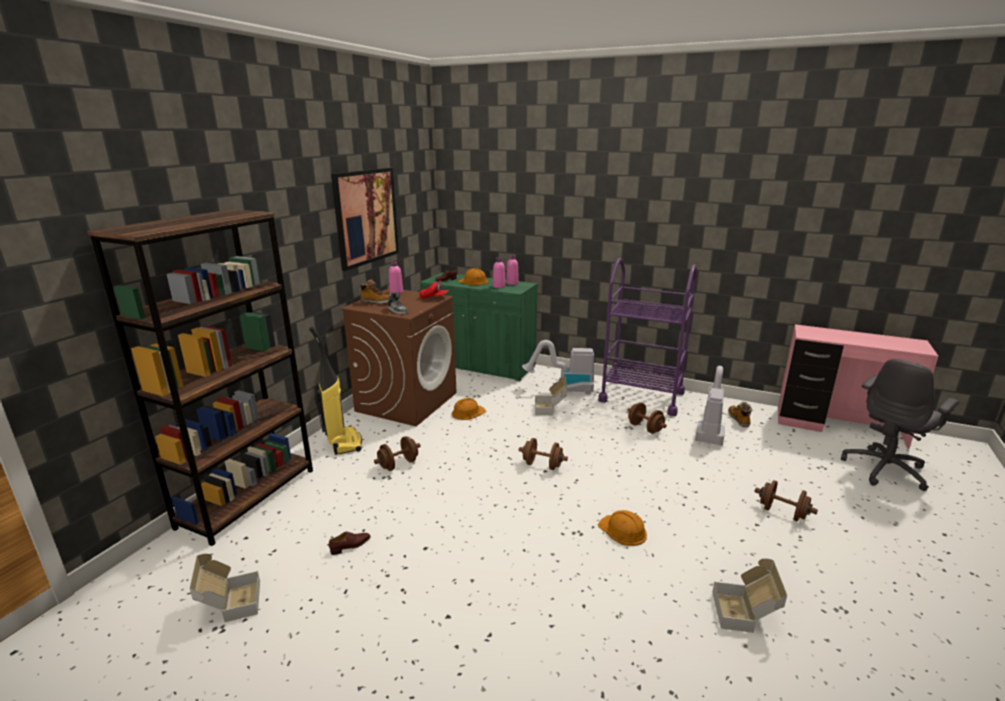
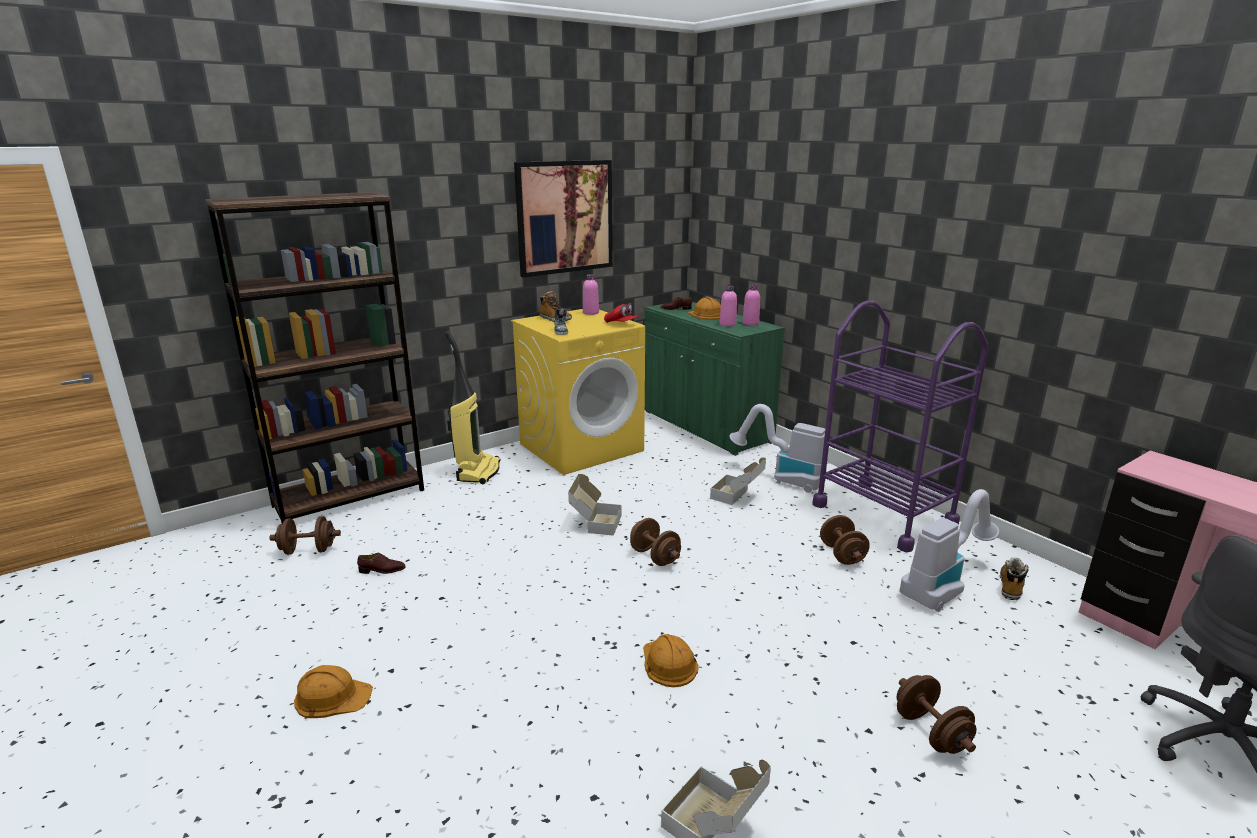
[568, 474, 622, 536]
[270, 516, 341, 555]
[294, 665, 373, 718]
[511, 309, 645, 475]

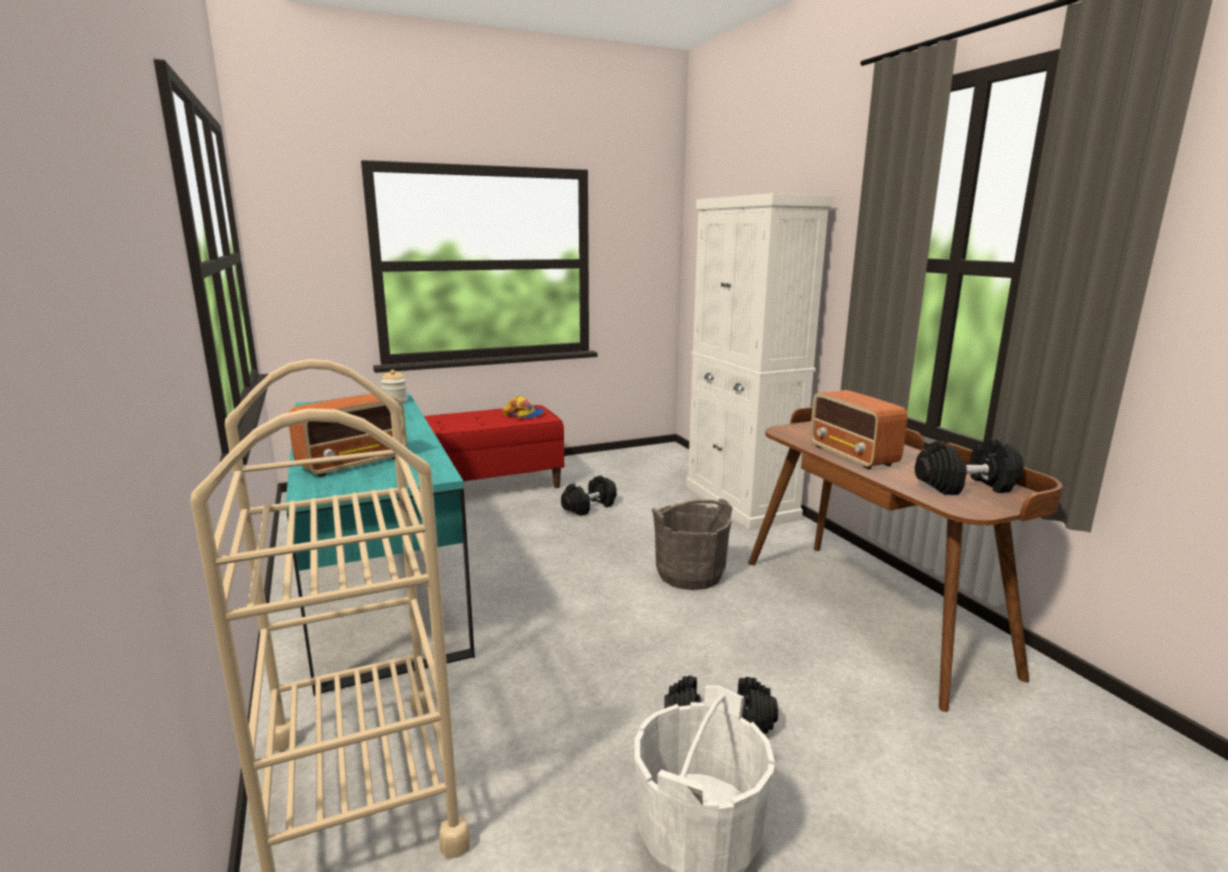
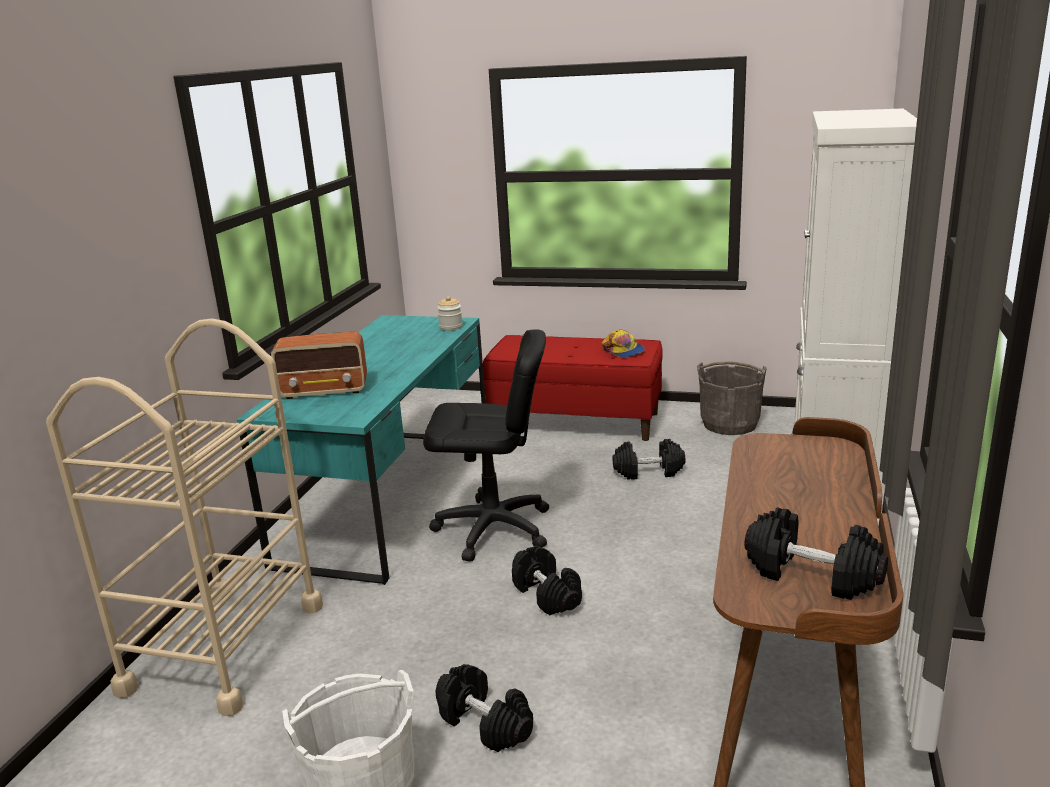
[810, 390, 907, 469] (first image)
[423, 329, 549, 562]
[512, 545, 582, 615]
[697, 361, 767, 435]

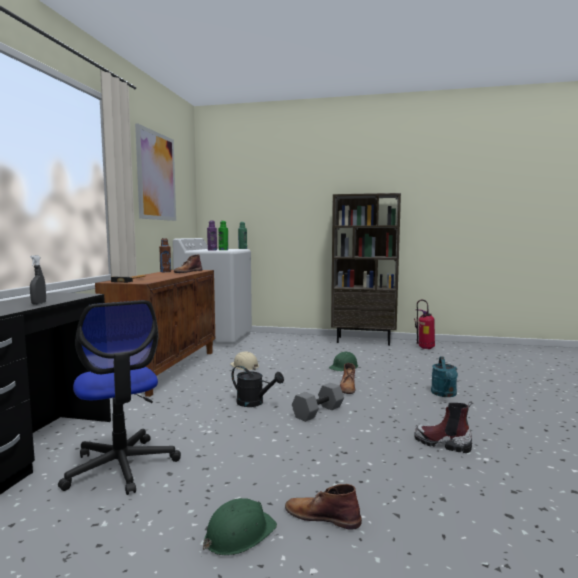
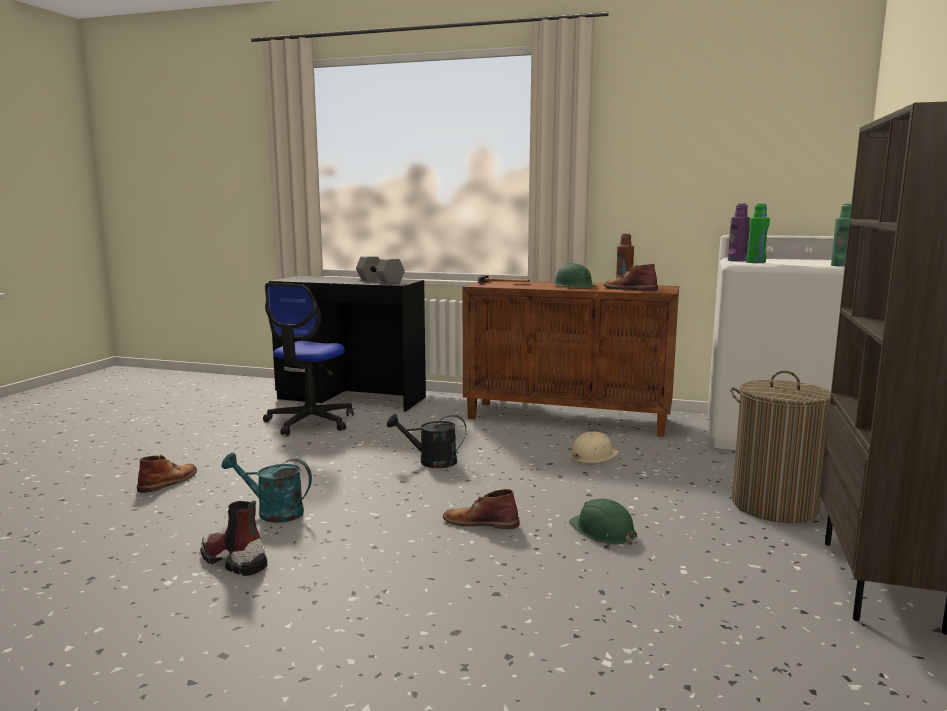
[30, 255, 46, 305] (first image)
[135, 124, 176, 221] (first image)
[414, 300, 435, 349] (first image)
[730, 371, 831, 523]
[554, 263, 598, 288]
[356, 256, 405, 284]
[221, 452, 312, 523]
[263, 283, 354, 435]
[387, 414, 466, 468]
[200, 500, 267, 576]

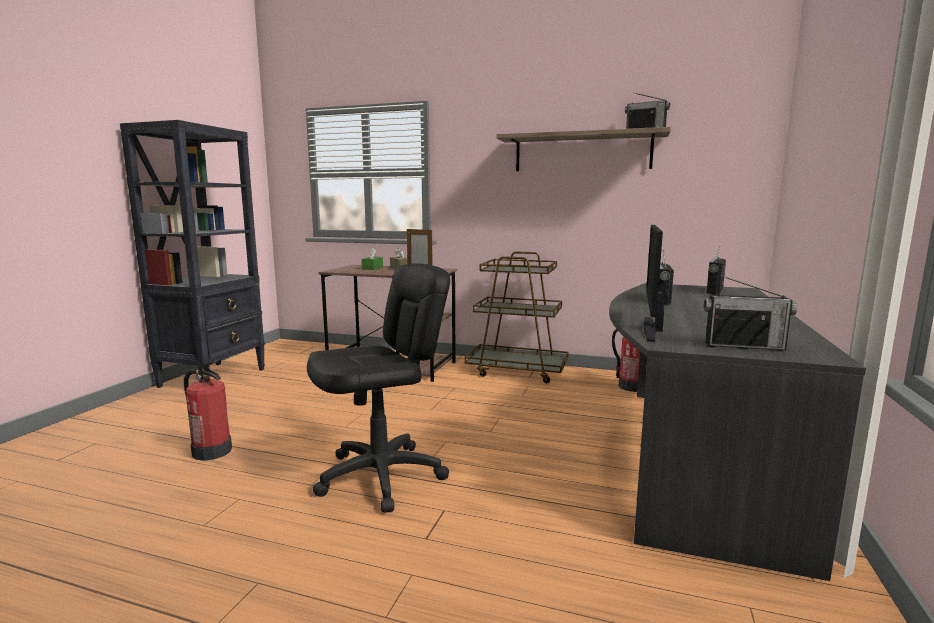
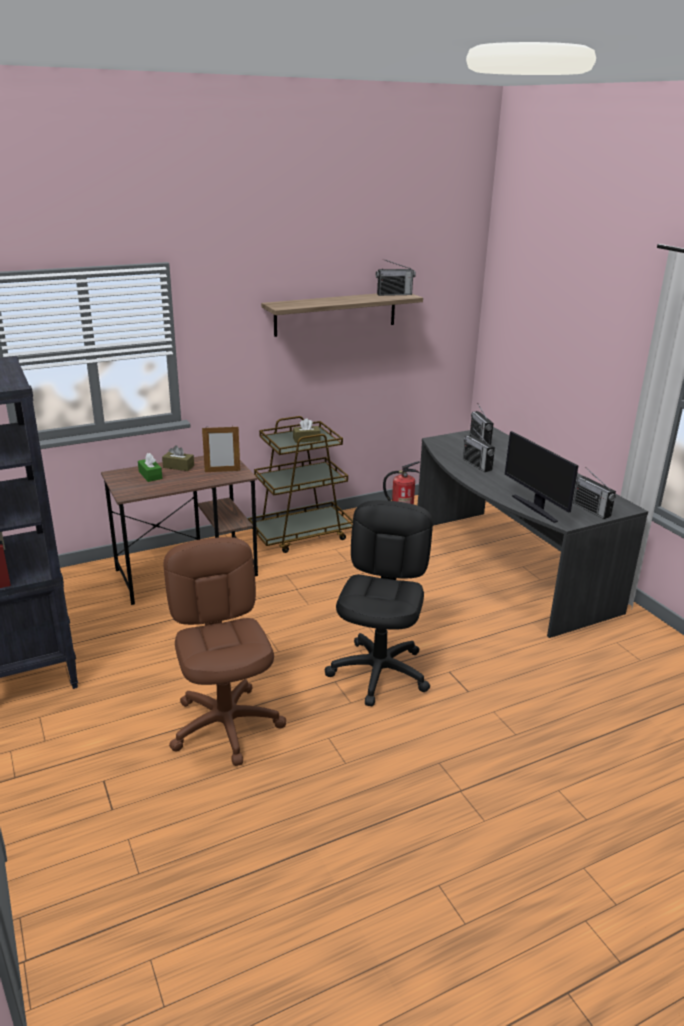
[293, 418, 321, 443]
[164, 537, 286, 766]
[573, 467, 616, 519]

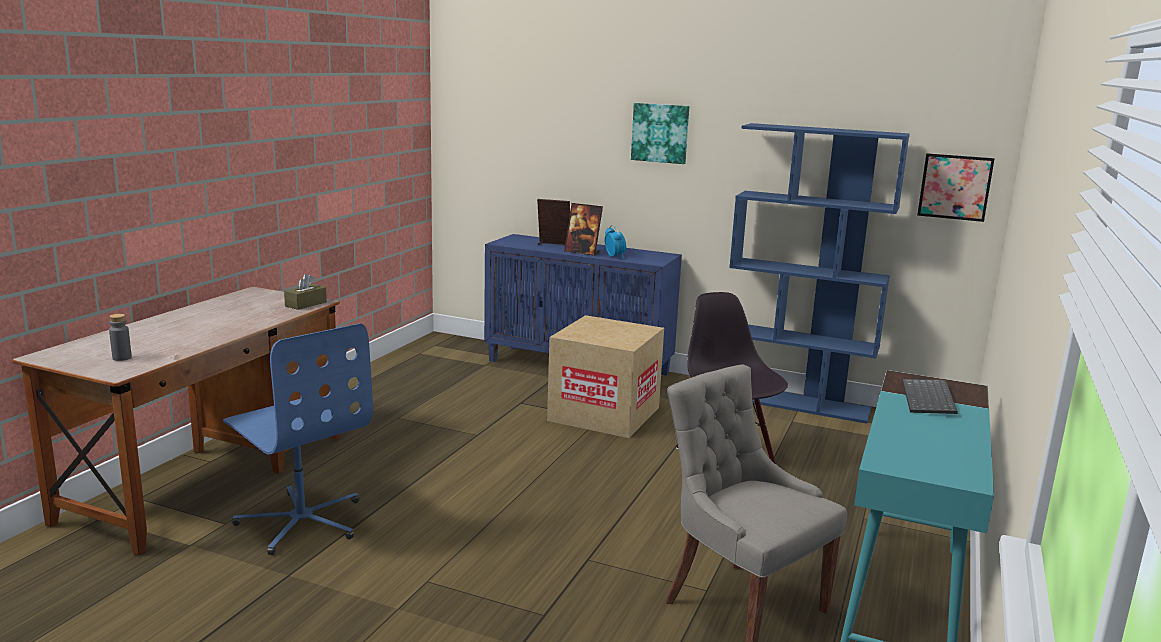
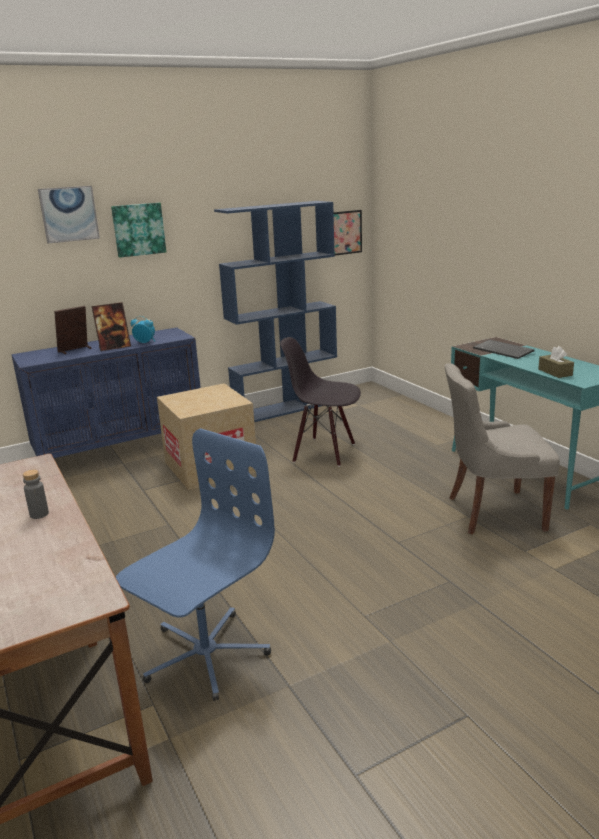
[38, 186, 100, 243]
[23, 470, 49, 519]
[538, 346, 574, 378]
[116, 428, 275, 701]

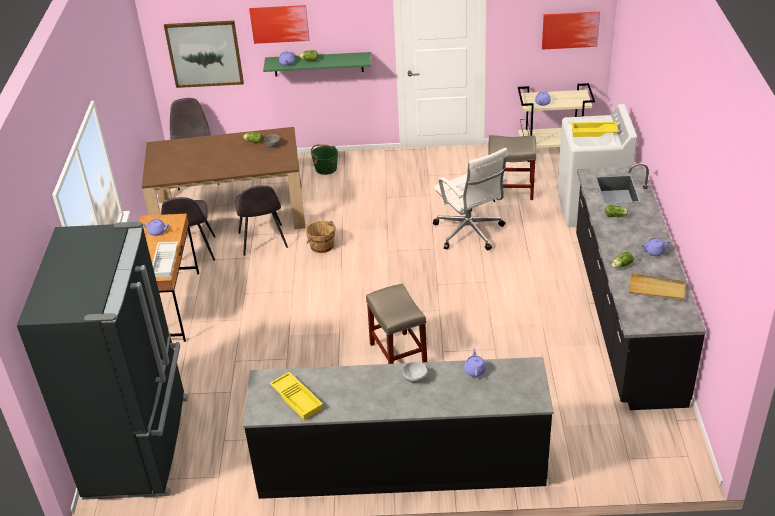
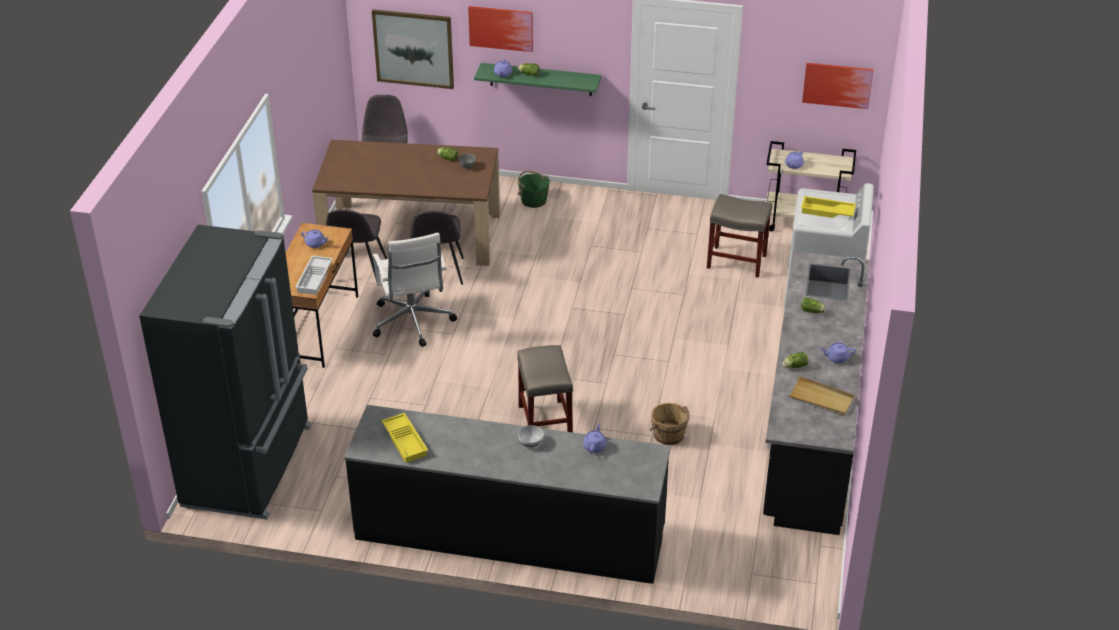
[649, 403, 689, 445]
[373, 233, 457, 347]

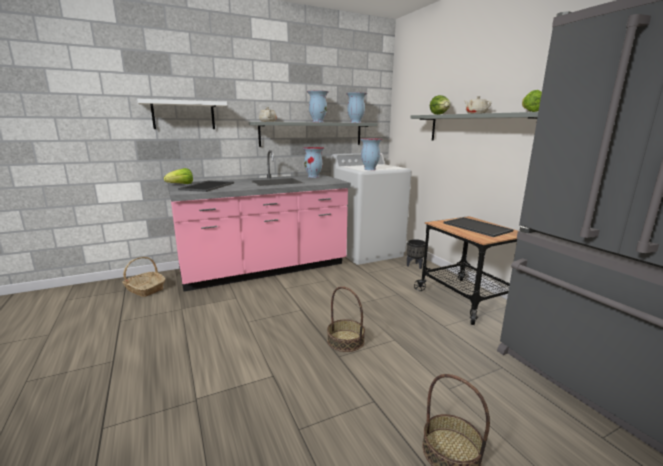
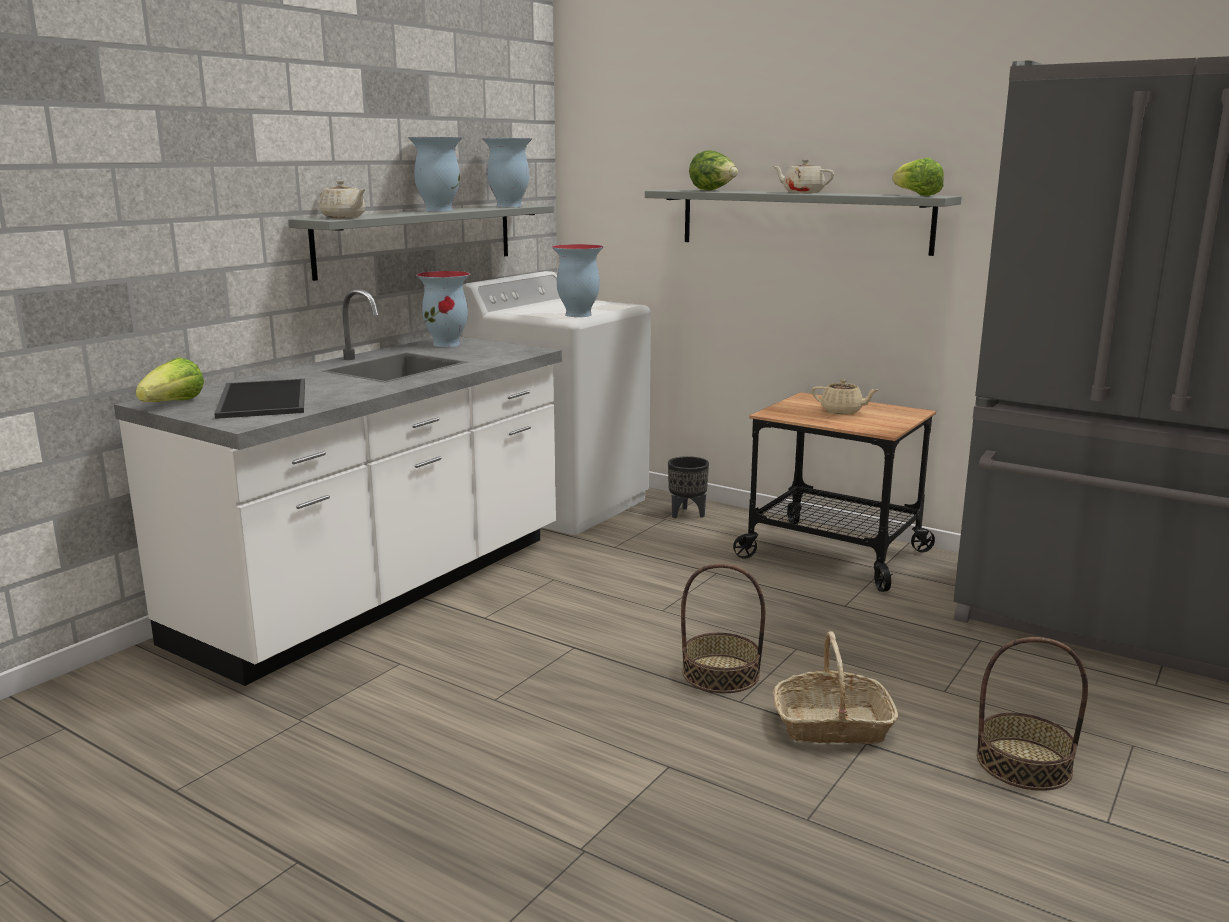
[137, 99, 227, 129] (first image)
[773, 631, 898, 744]
[812, 379, 879, 414]
[114, 289, 562, 686]

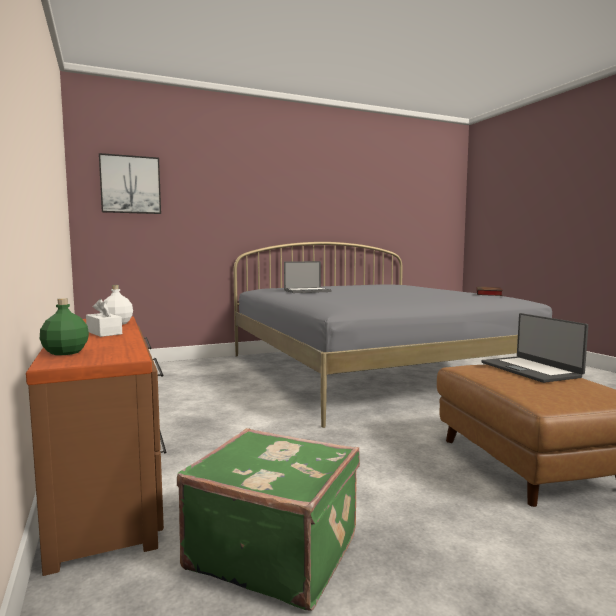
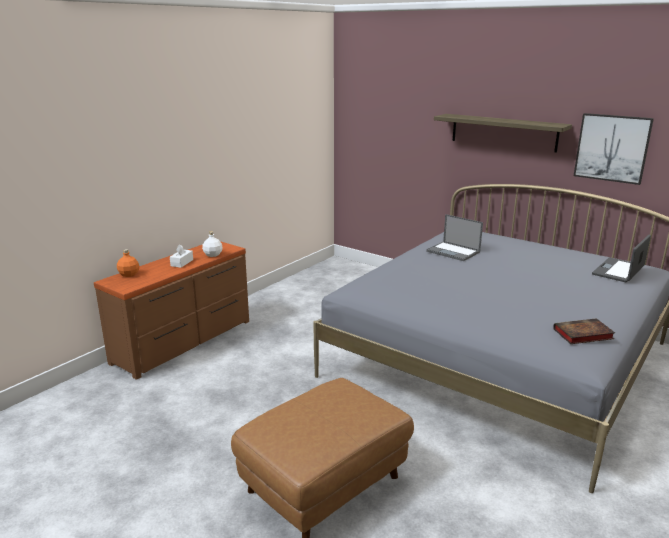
[177, 428, 360, 611] (first image)
[434, 114, 572, 152]
[574, 113, 654, 185]
[592, 235, 651, 282]
[117, 249, 139, 277]

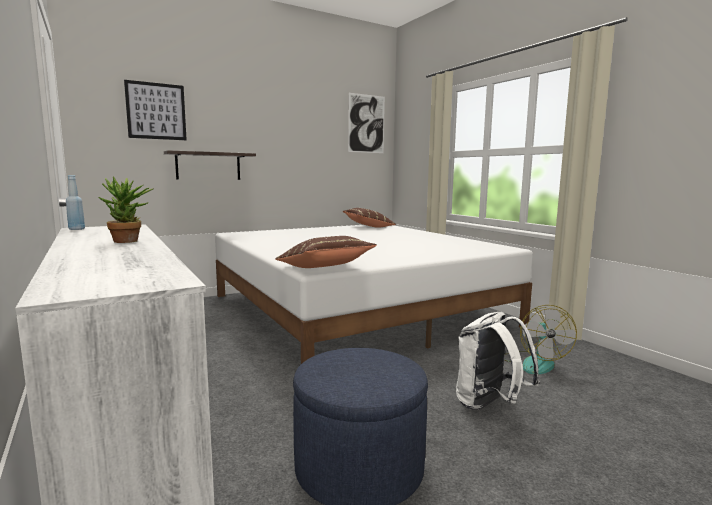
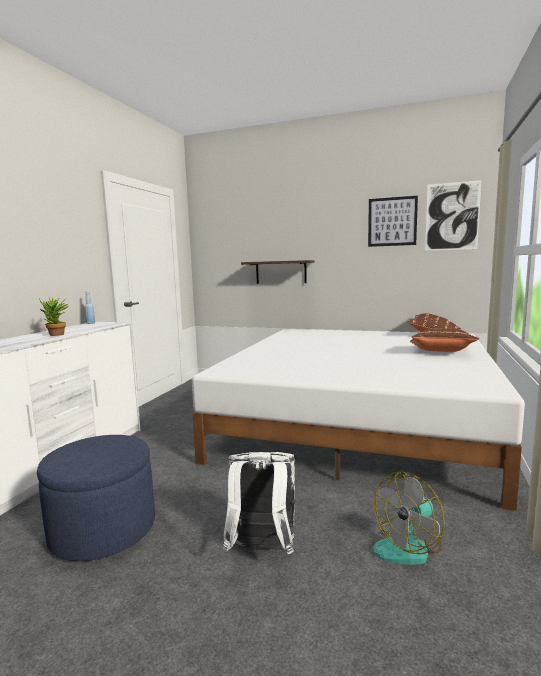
[368, 196, 418, 247]
[410, 328, 479, 352]

